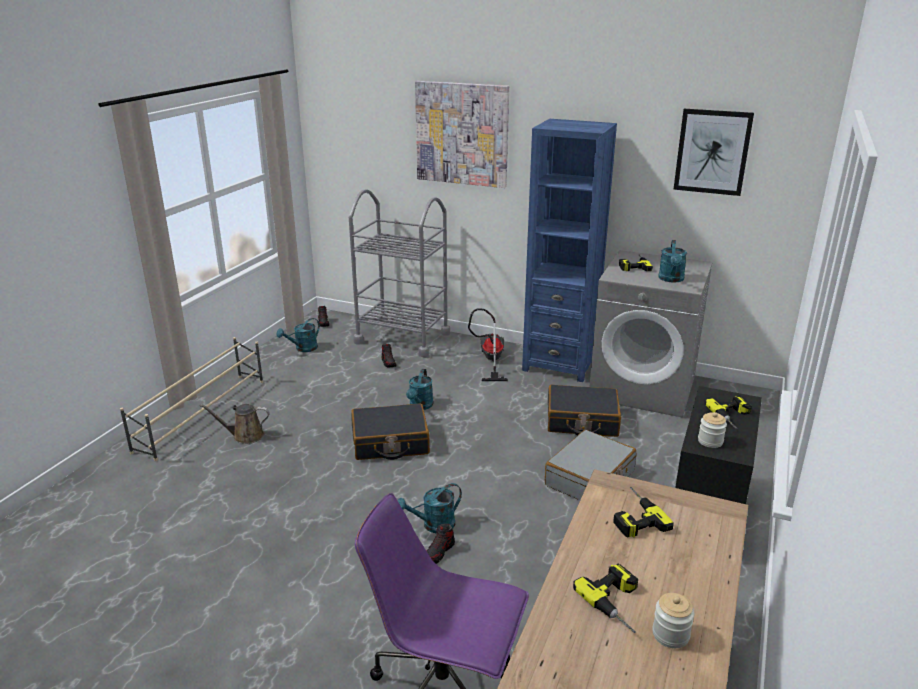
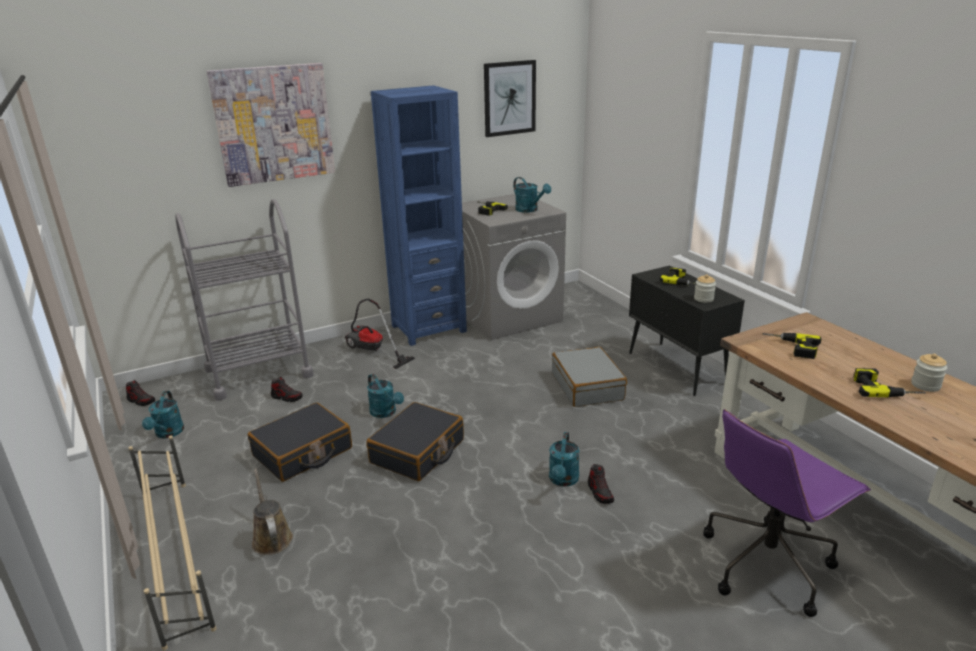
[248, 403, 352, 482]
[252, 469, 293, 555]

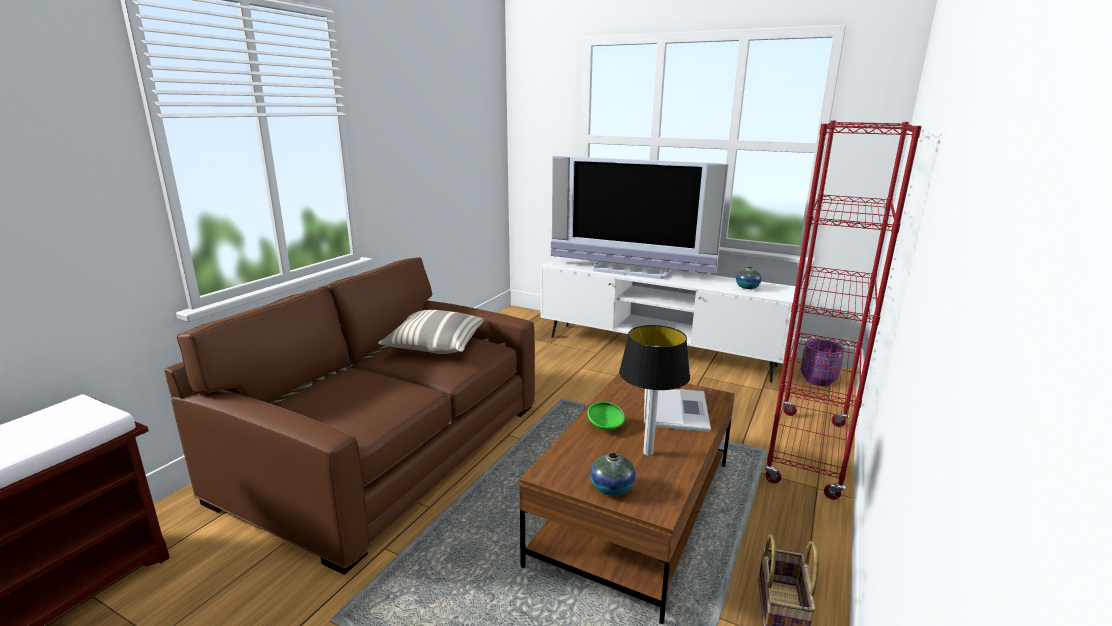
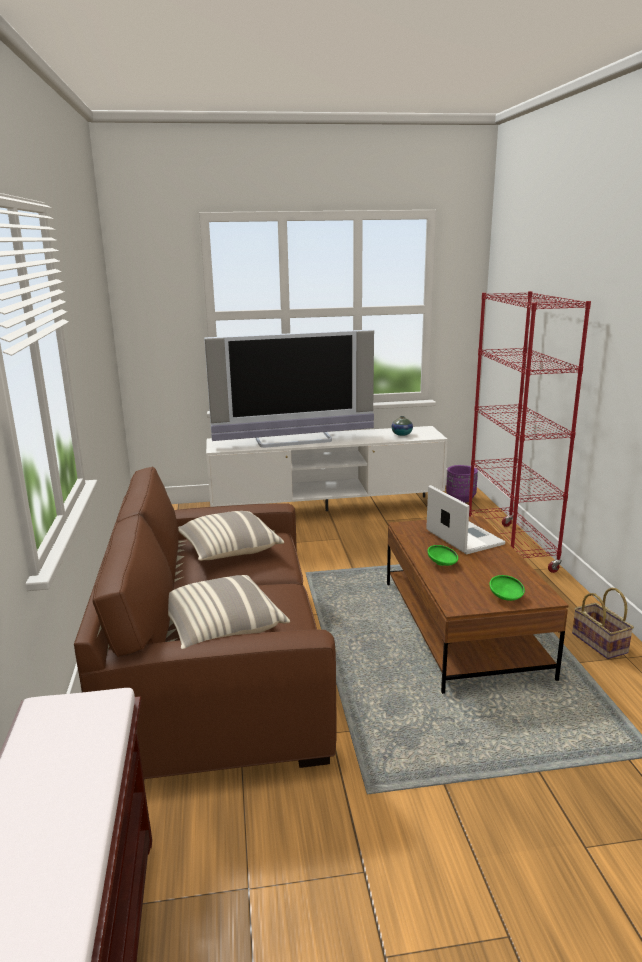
[619, 325, 690, 456] (first image)
[168, 575, 290, 649]
[489, 575, 525, 601]

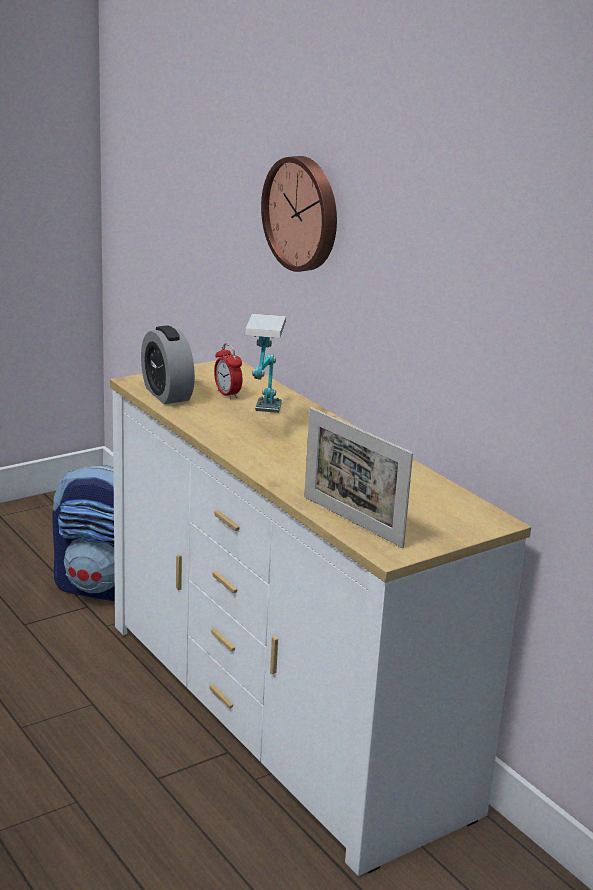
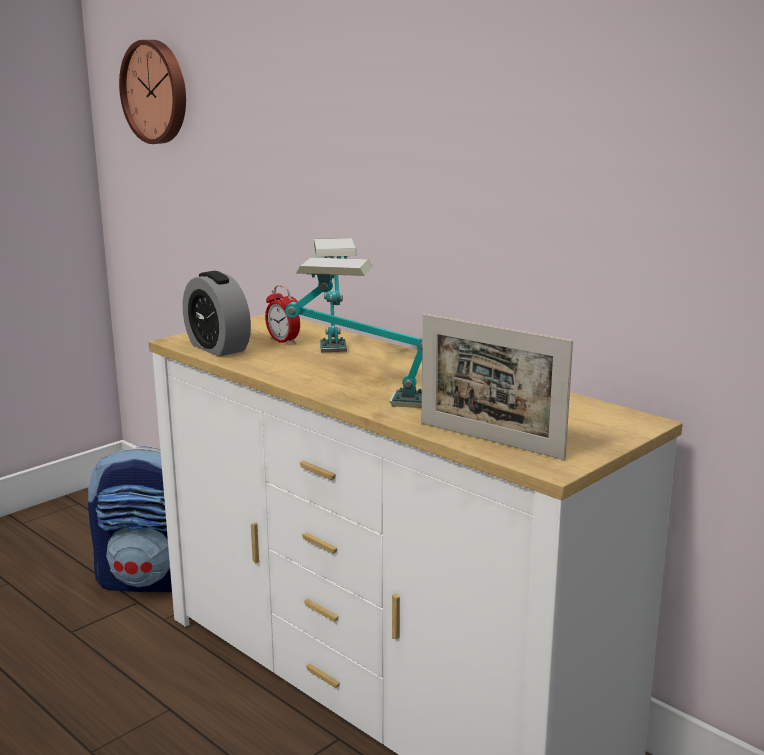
[285, 257, 422, 408]
[119, 40, 186, 144]

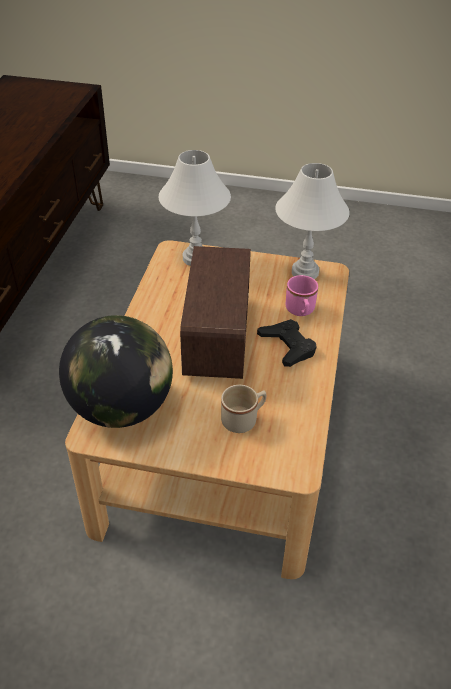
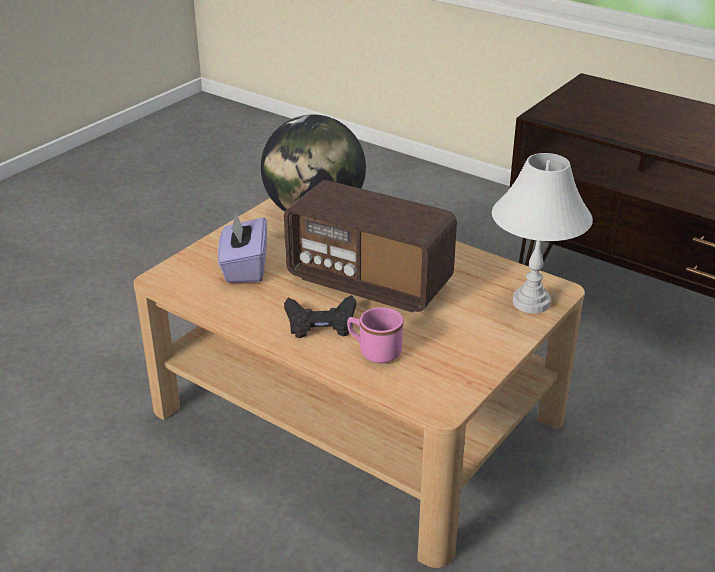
[275, 163, 350, 279] (first image)
[218, 213, 267, 283]

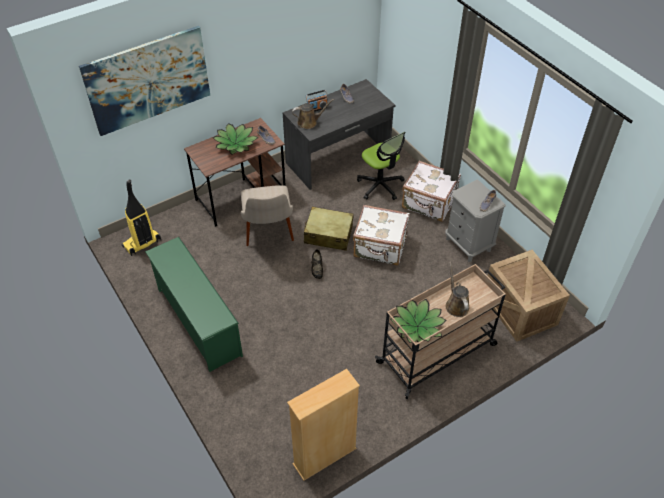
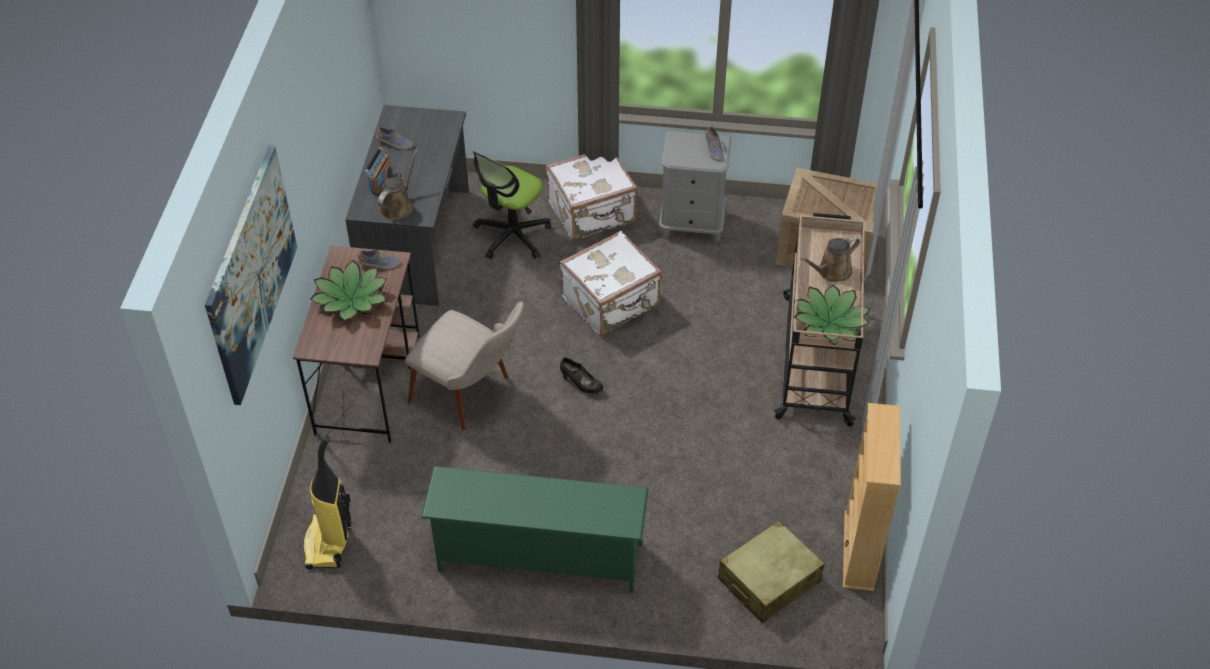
[718, 520, 825, 623]
[473, 151, 551, 259]
[800, 236, 860, 282]

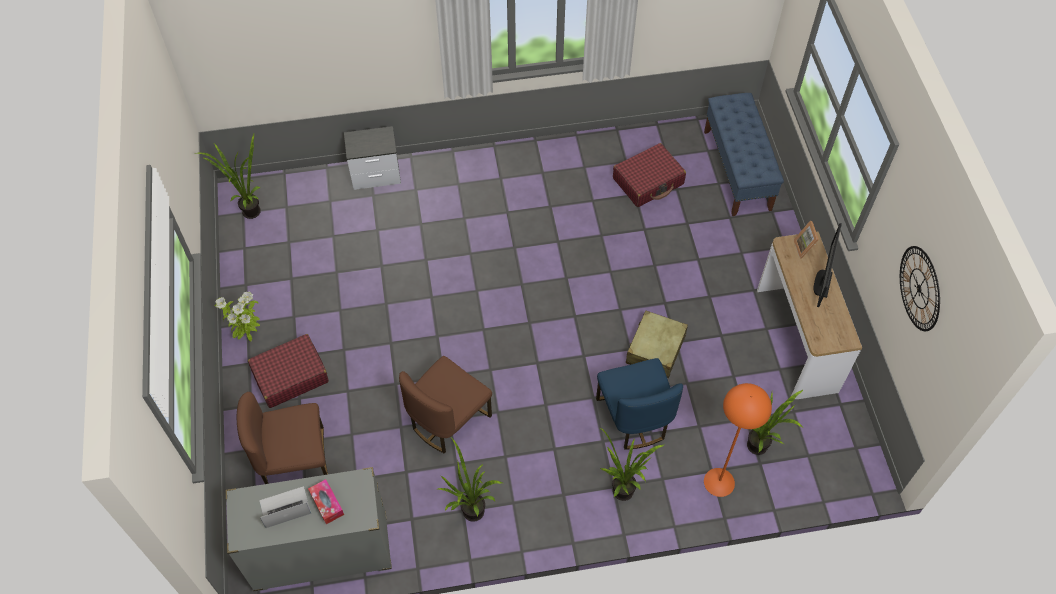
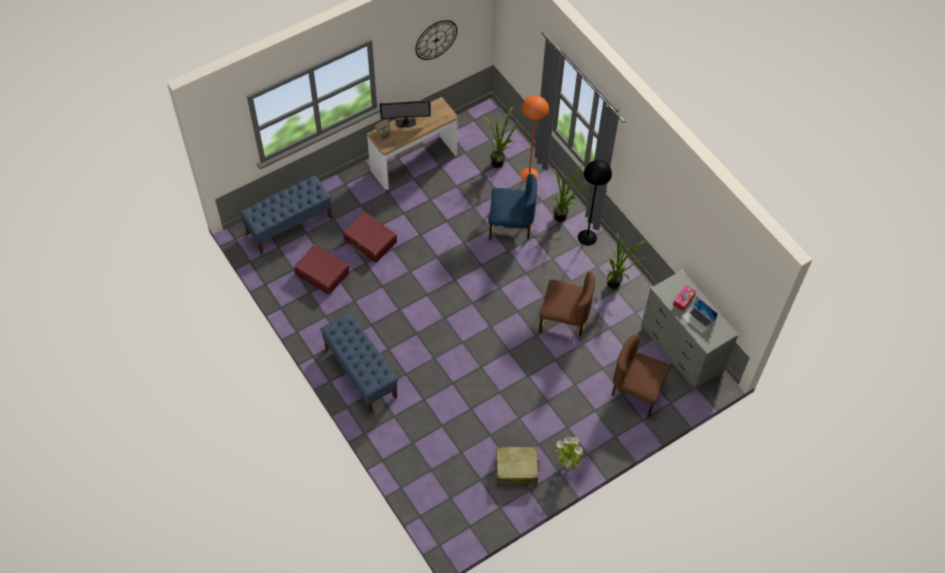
[196, 134, 261, 219] (first image)
[344, 126, 401, 190] (first image)
[320, 313, 398, 413]
[578, 160, 612, 246]
[343, 212, 397, 263]
[496, 446, 541, 485]
[612, 335, 671, 417]
[488, 173, 537, 241]

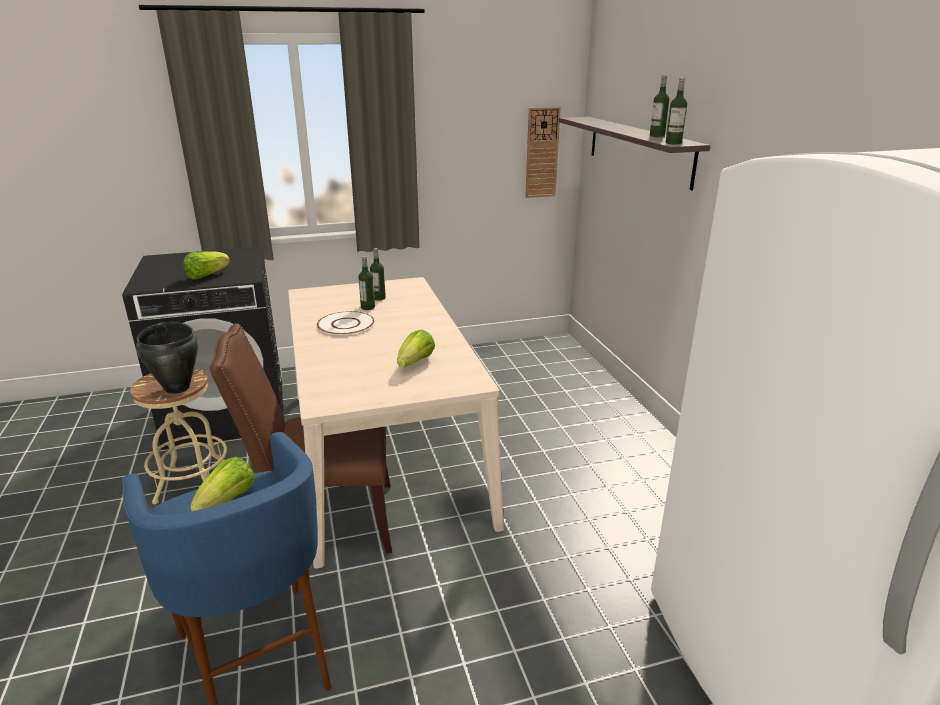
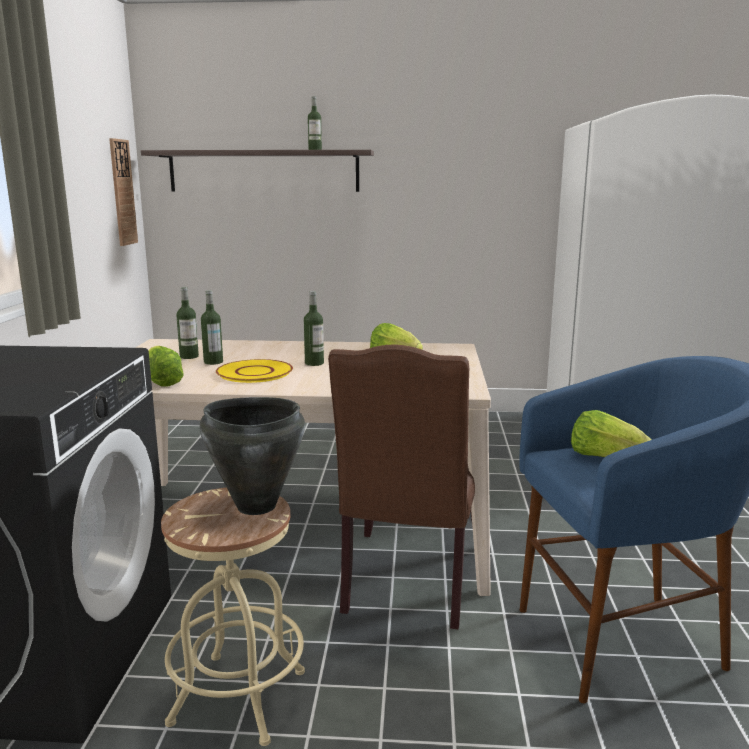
[148, 346, 184, 387]
[304, 291, 324, 366]
[216, 359, 293, 383]

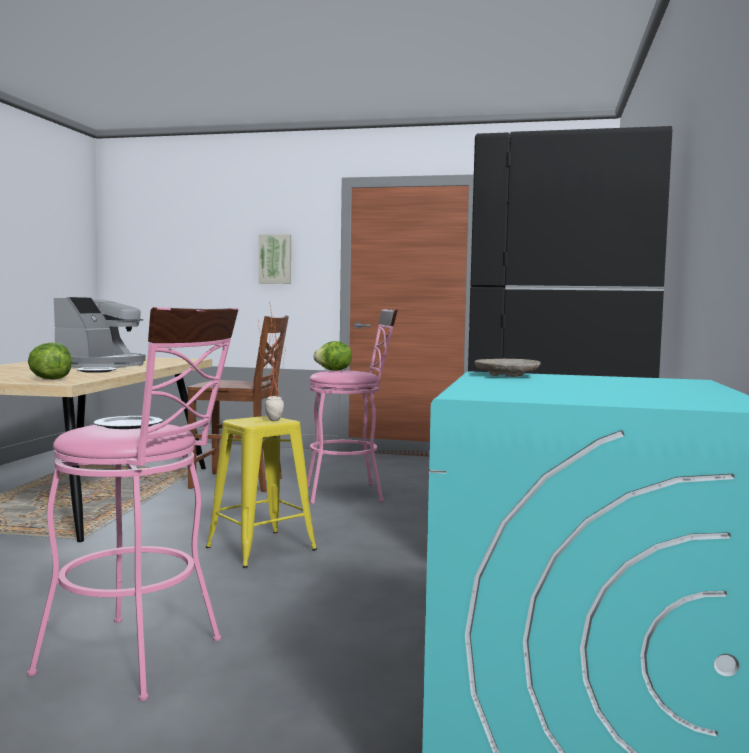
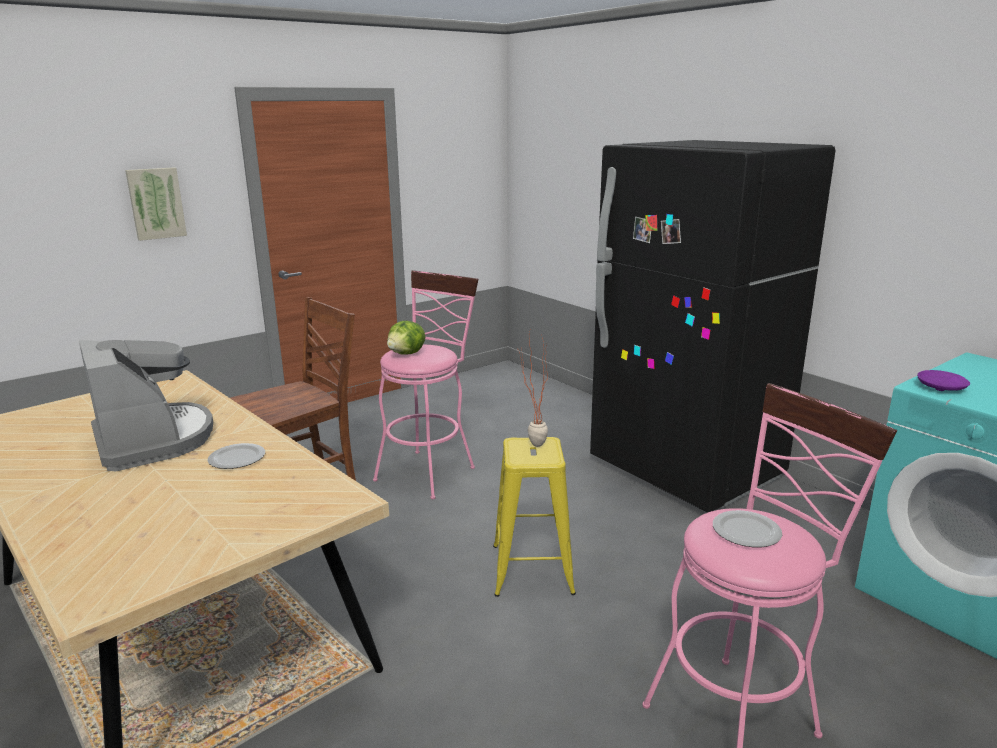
[28, 342, 72, 380] (first image)
[917, 370, 970, 391]

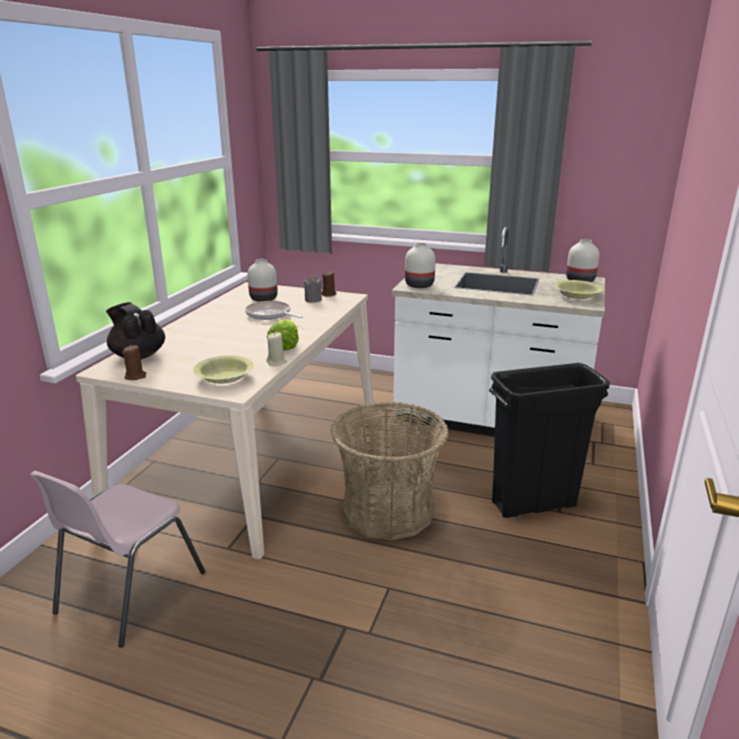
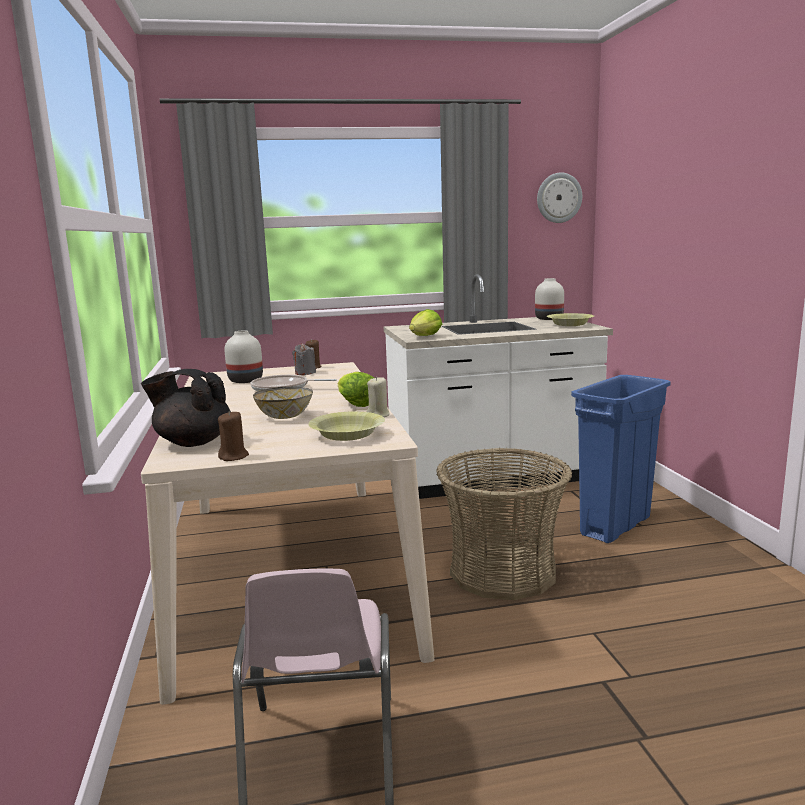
[253, 387, 313, 419]
[537, 172, 582, 223]
[409, 309, 442, 336]
[571, 375, 671, 543]

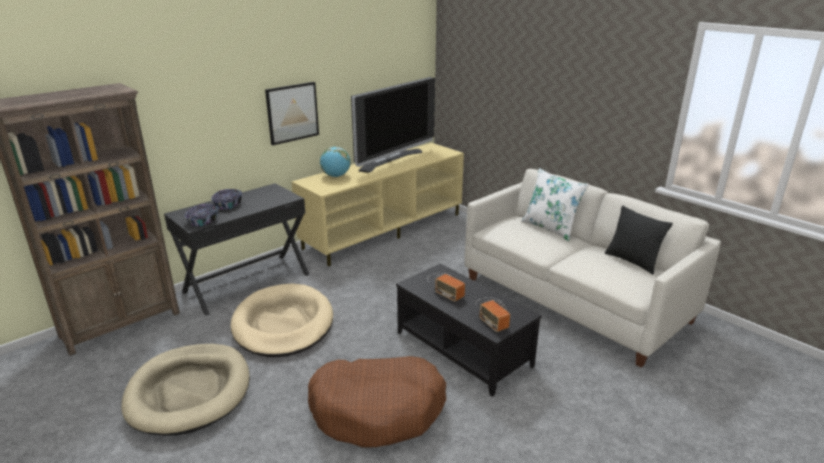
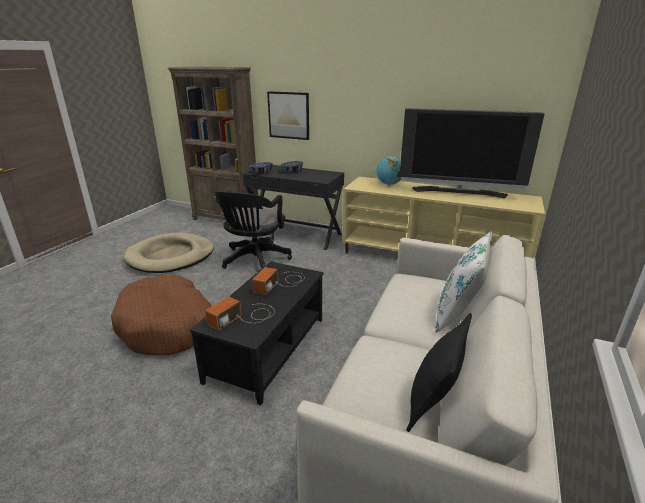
[267, 91, 309, 140]
[215, 191, 292, 269]

